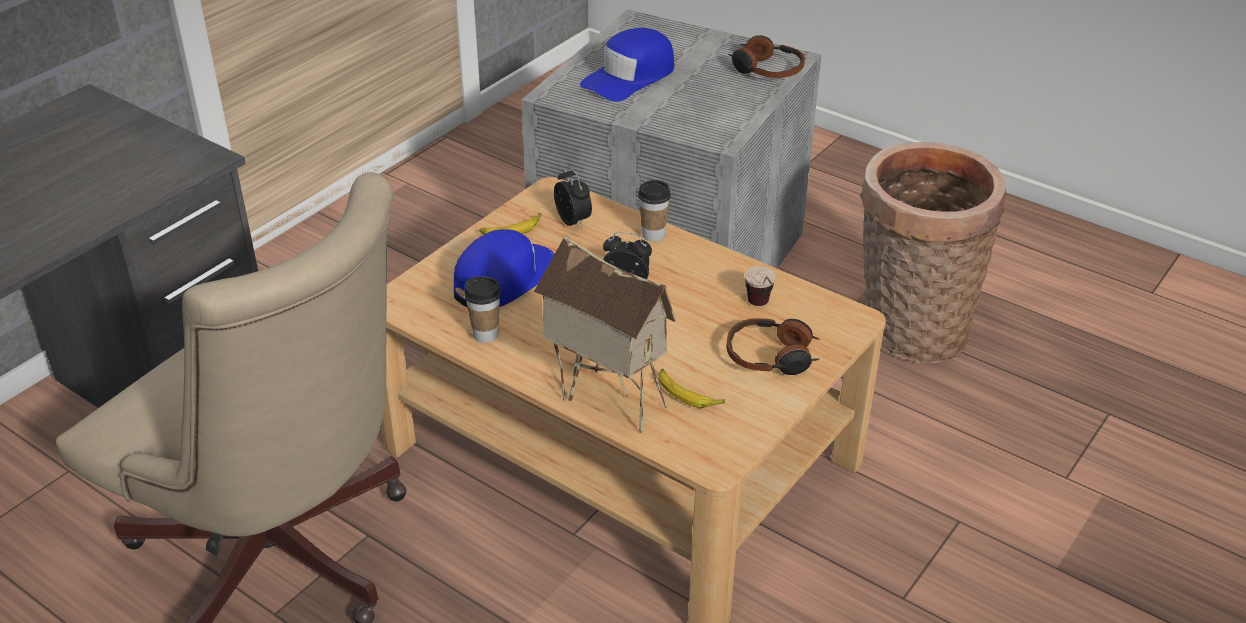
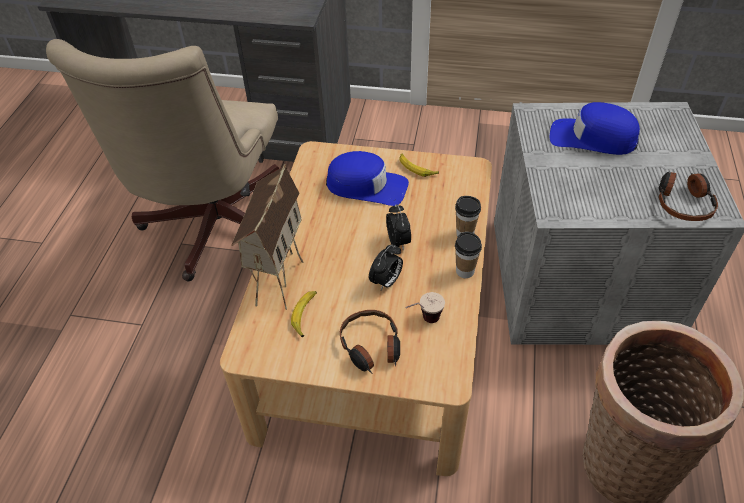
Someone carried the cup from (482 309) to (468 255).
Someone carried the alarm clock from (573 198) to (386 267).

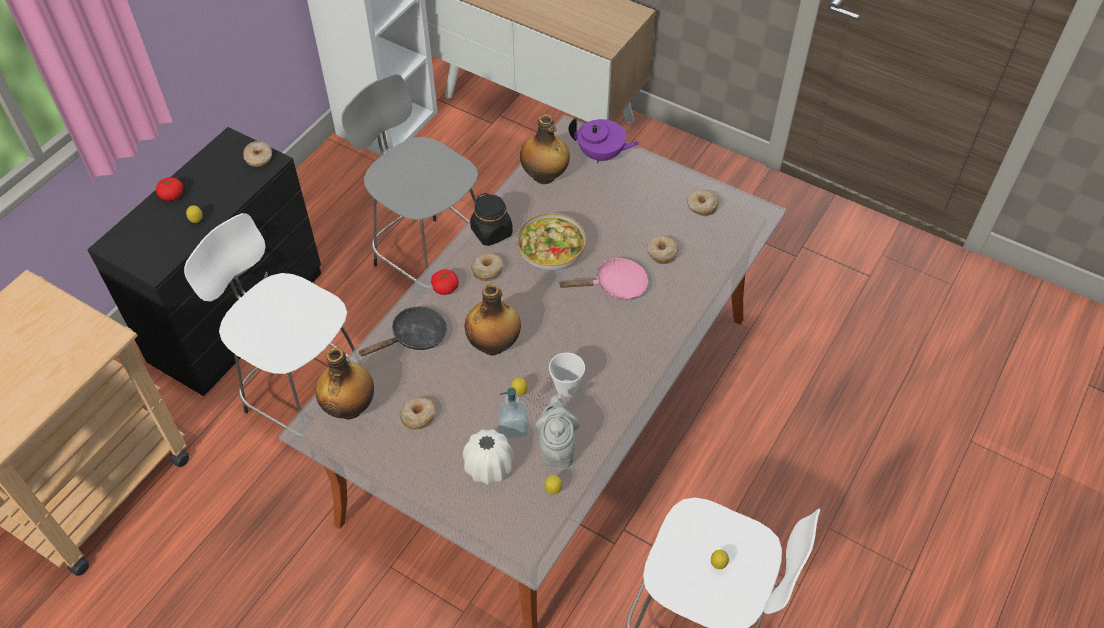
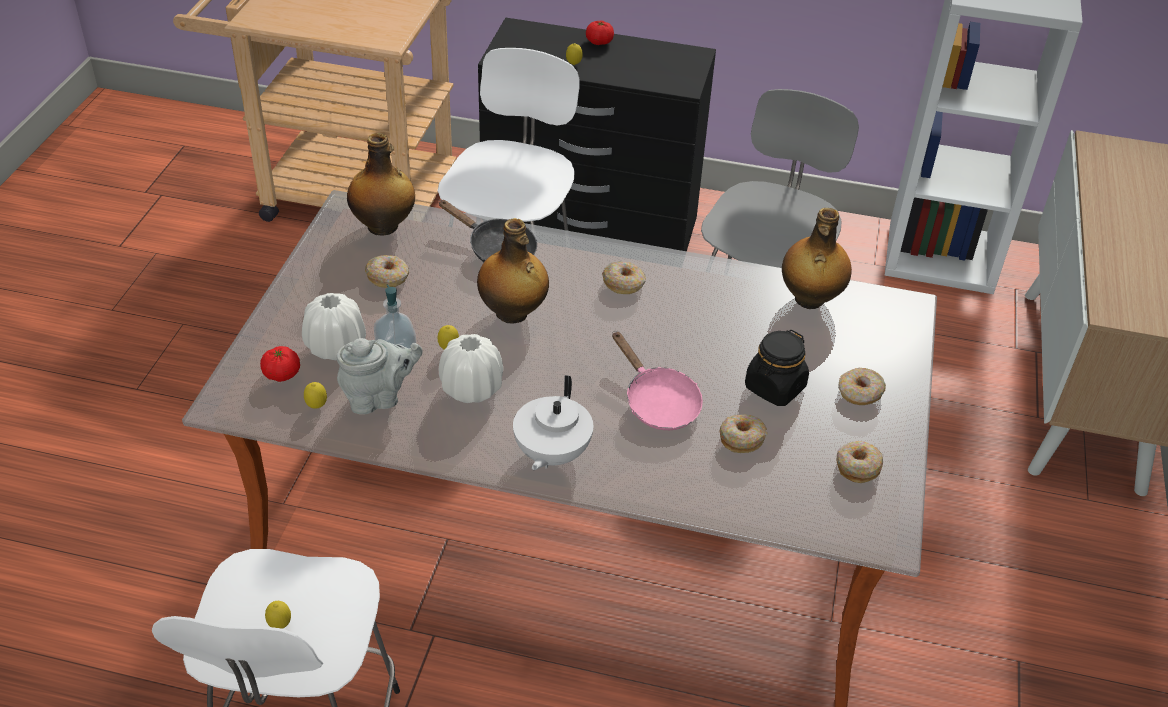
Someone took away the bowl at (551 242).
Someone took away the purple teapot at (604 140).
Someone put down the white teapot at (553 422).
Someone carried the donut from (257 154) to (862 386).
Someone carried the tomato from (445 282) to (280 364).
Someone carried the black jar from (491 219) to (777 368).
Someone swapped the cup at (567 375) for the white vase at (471 368).

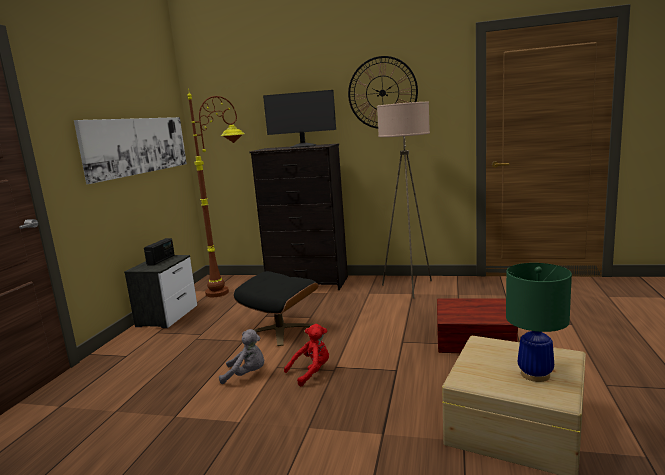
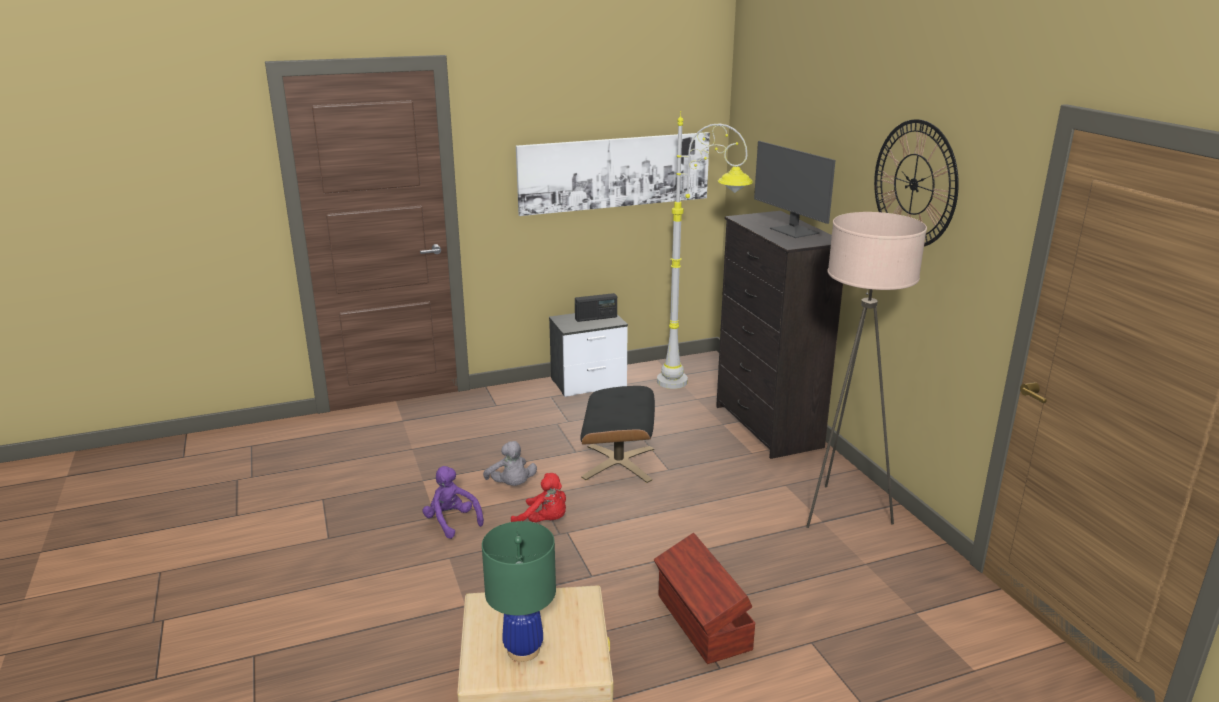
Someone put down the purple plush toy at (453 502).
Someone repainted the brown floor lamp at (215 193), which became the grey floor lamp at (705 250).

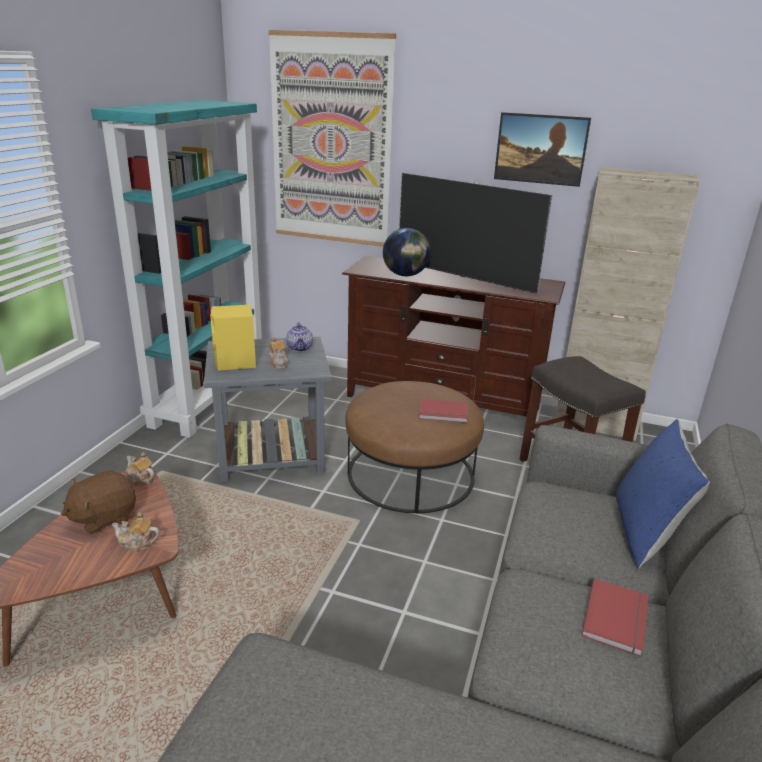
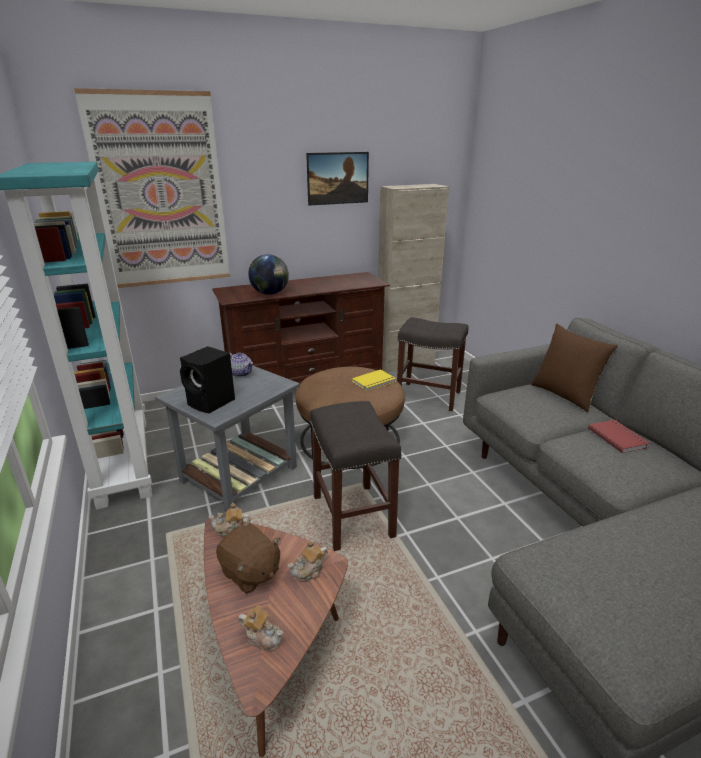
Someone took away the television at (476 233).
Someone put down the grey stool at (355 476).
Someone carried the teapot from (278 353) to (260 628).
Someone repainted the yellow speaker at (233 338), which became the black speaker at (207 380).
Someone repainted the red book at (443 411), which became the yellow book at (374 380).
Someone repainted the blue pillow at (663 494), which became the brown pillow at (574 368).
Someone rotated the brown plush toy at (98 502) by 60 degrees counterclockwise.

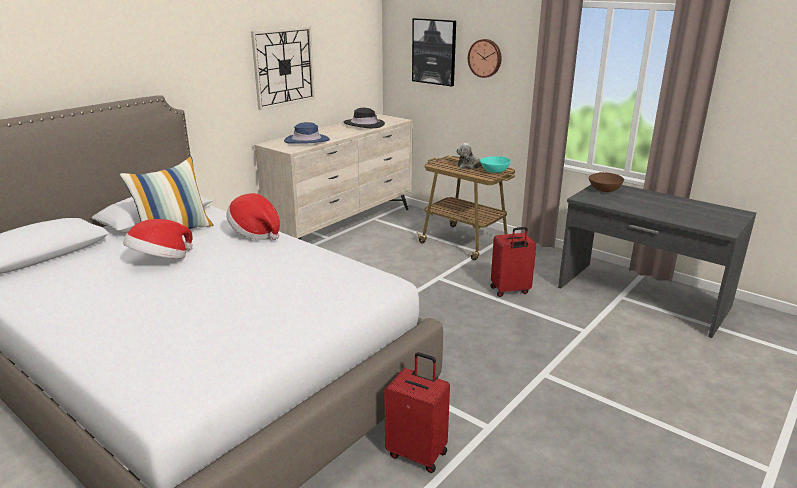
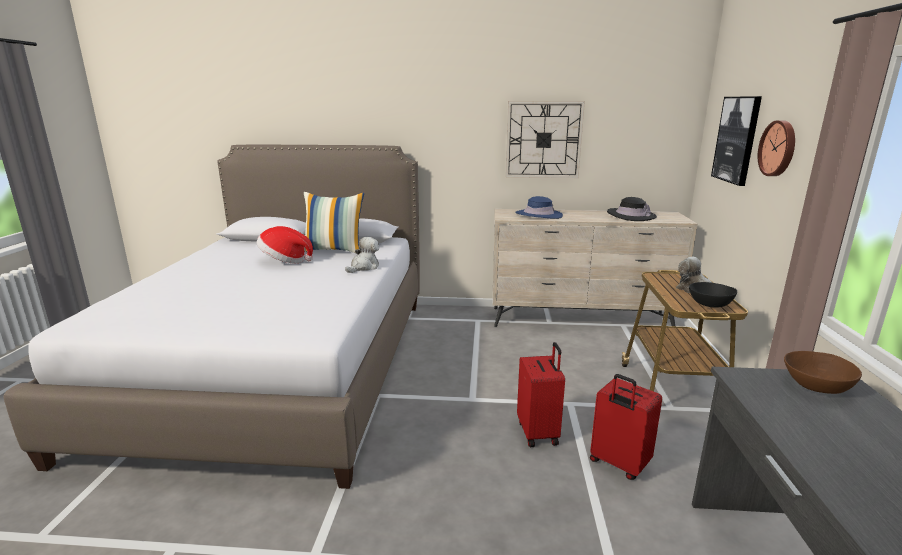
Someone carried the red suitcase from (417 412) to (541 394).
Someone swapped the hat at (253 216) for the plush toy at (362 255).
Someone repainted the turquoise bowl at (495 164), which became the black bowl at (713 295).

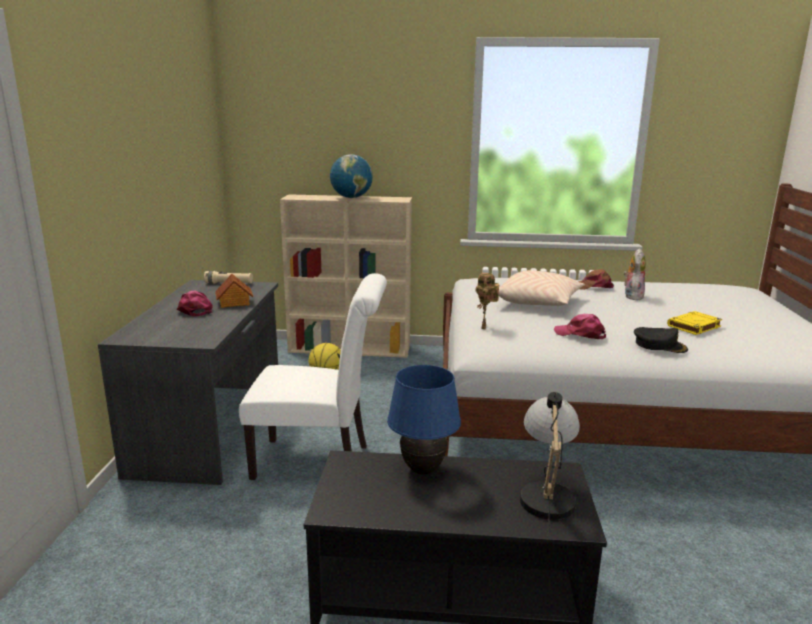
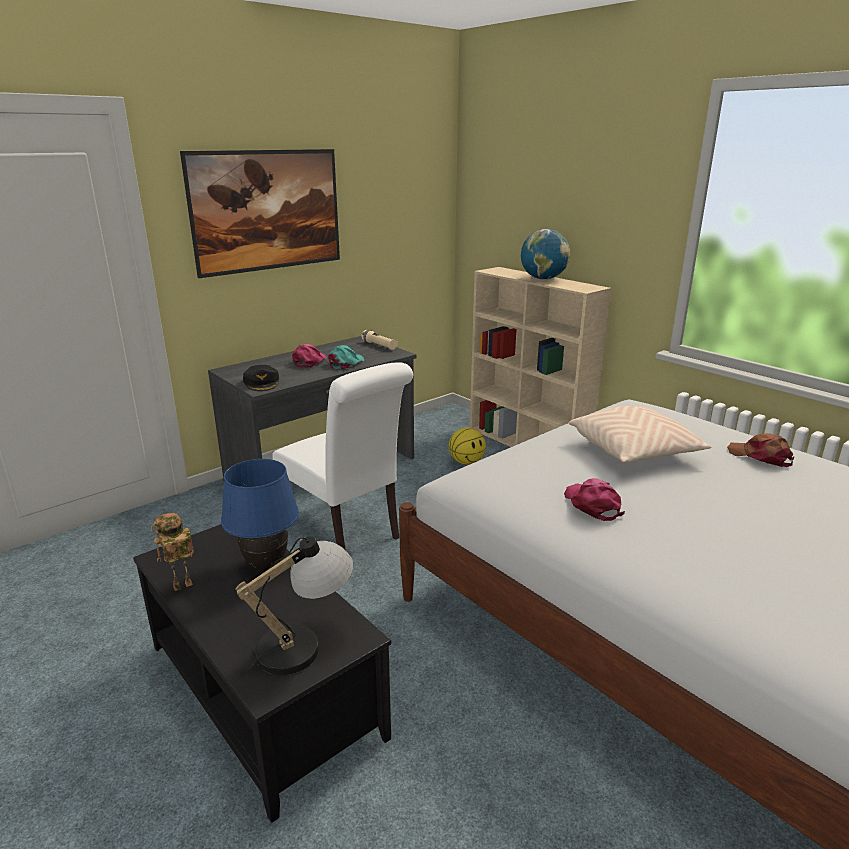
Someone took away the plush toy at (635 274).
Someone took away the yellow book at (694 323).
Someone put up the picture at (260 213).
Someone carried the toy robot from (488 301) to (172 552).
Someone carried the black cap from (661 340) to (261 378).
Someone swapped the toy house at (234 291) for the turquoise cap at (346 357).

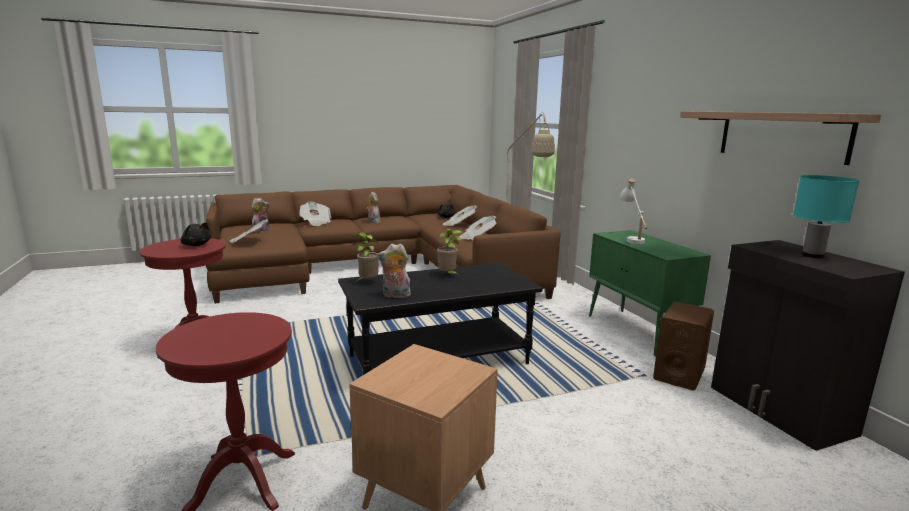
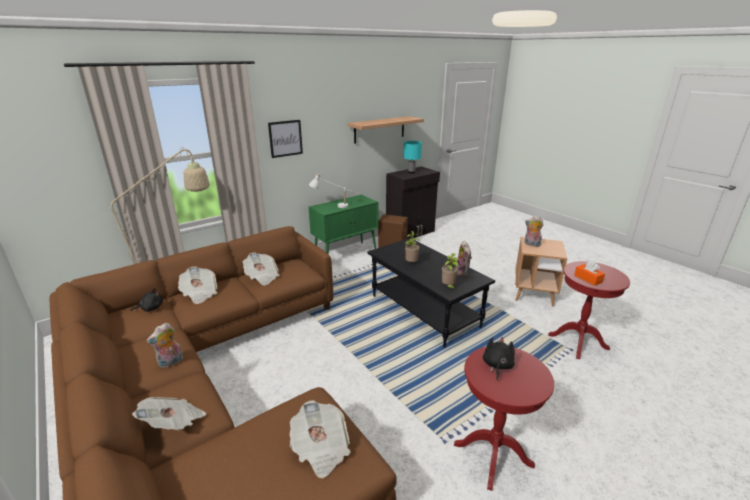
Someone put up the picture at (285 139).
Someone put down the orange tissue box at (589 273).
Someone carried the plush toy from (260 215) to (534 231).

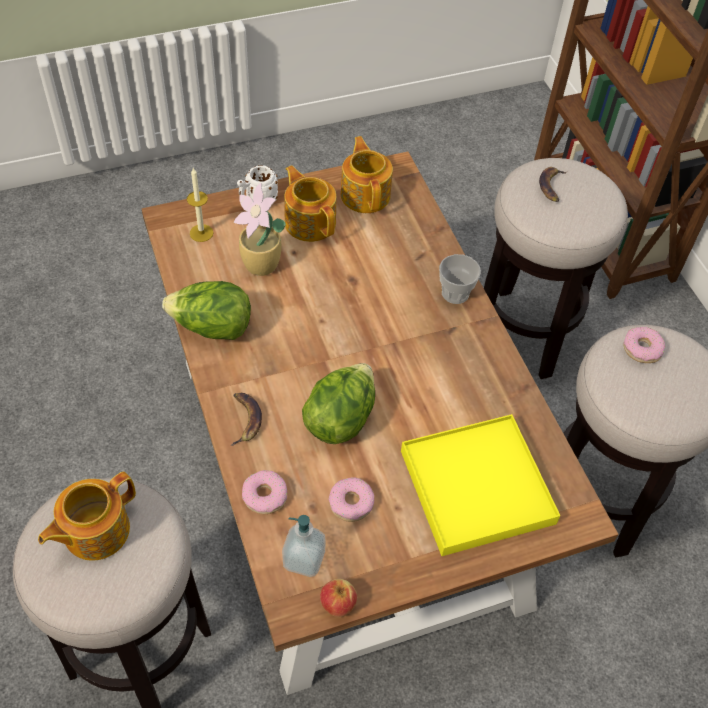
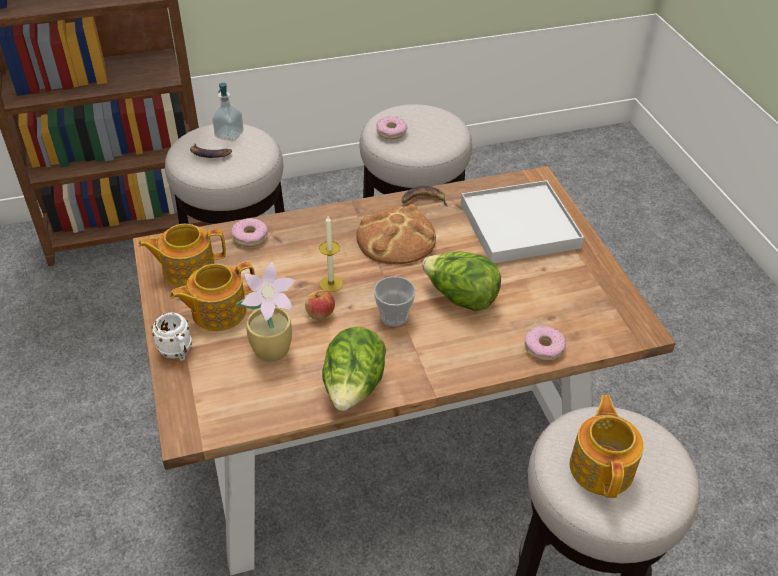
Someone put down the bread at (396 234).
Someone carried the candle from (200 205) to (331 254).
Someone carried the banana from (246 419) to (425 196).
Someone carried the soap dispenser from (304 546) to (227 112).
Someone carried the apple from (338 598) to (320 305).
Someone carried the donut from (351 499) to (249 232).
Someone carried the cup from (460 279) to (395 301).
Someone repainted the yellow tray at (480 485), which became the white tray at (522 221).
Someone rotated the teapot at (87 516) by 135 degrees counterclockwise.

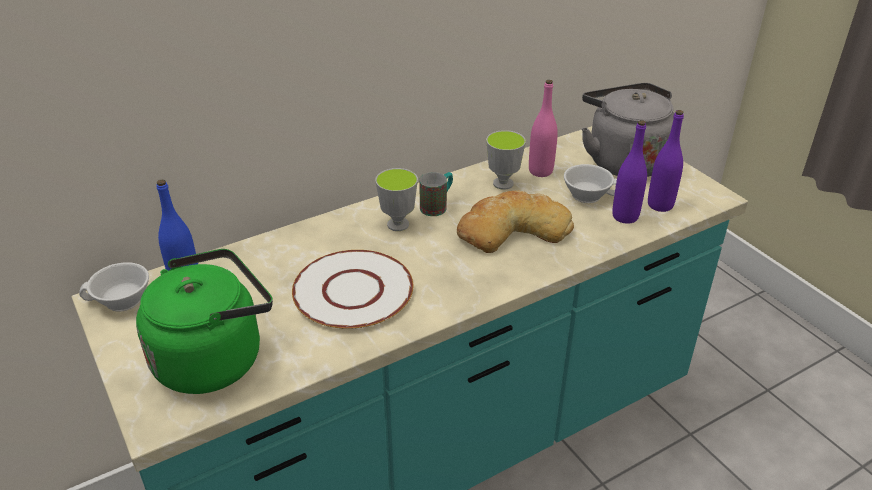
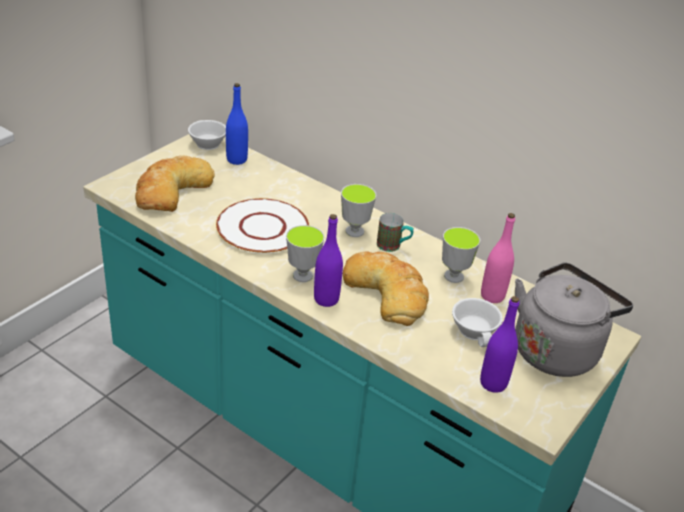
Someone put down the cup at (305 253).
Someone carried the purple bottle from (629 172) to (328 260).
Someone swapped the green kettle at (204 321) for the bread at (175 184).

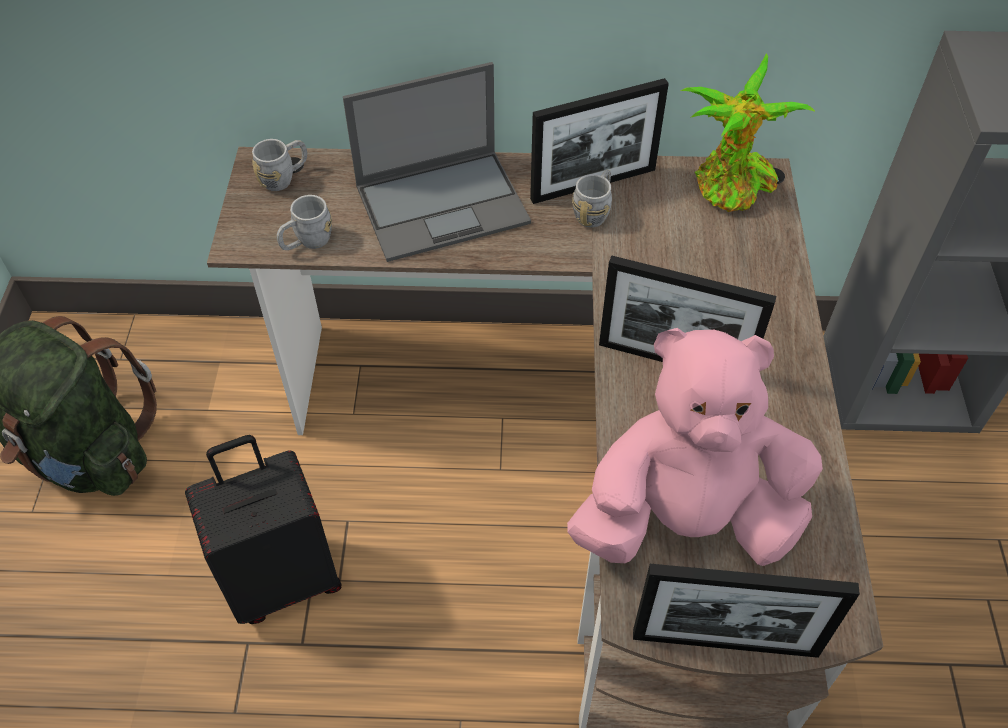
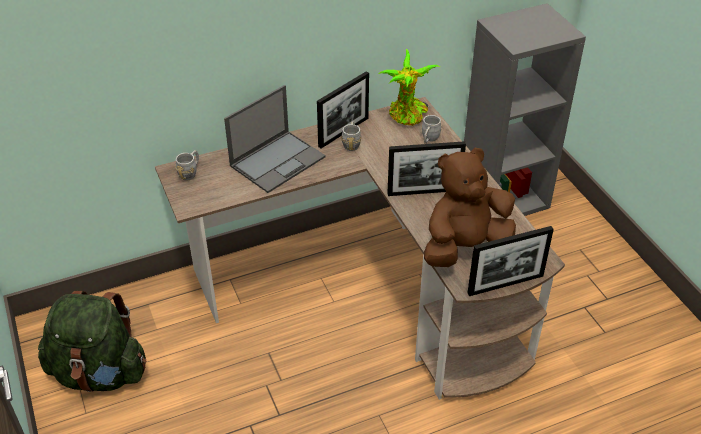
Someone took away the black suitcase at (263 529).
Someone carried the grey mug from (304 222) to (432 129).
Someone repainted the pink plush toy at (695 447), which became the brown plush toy at (470 207).

